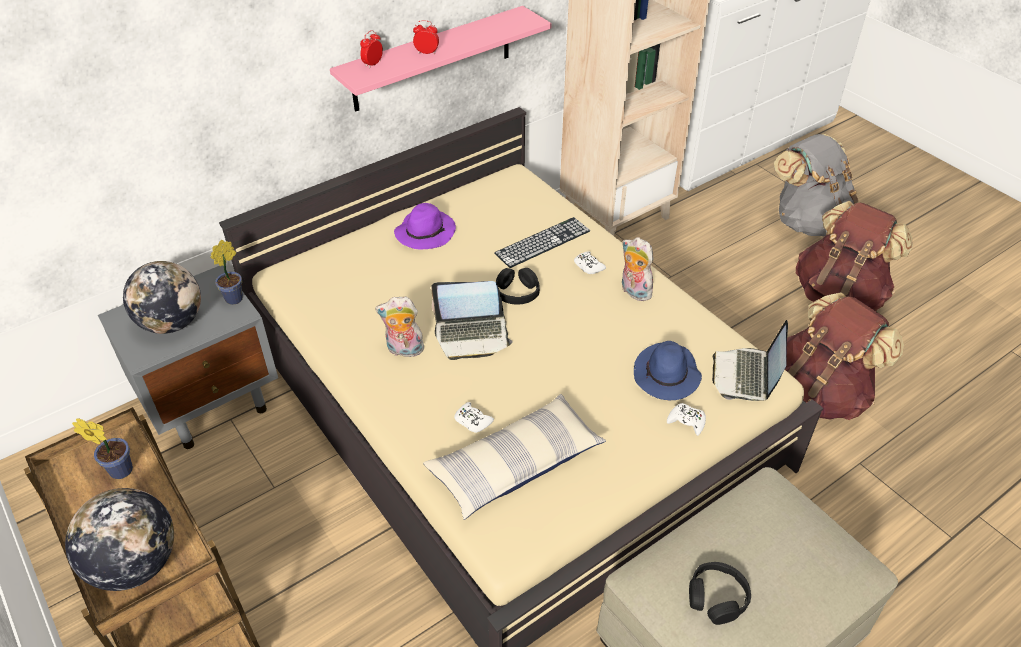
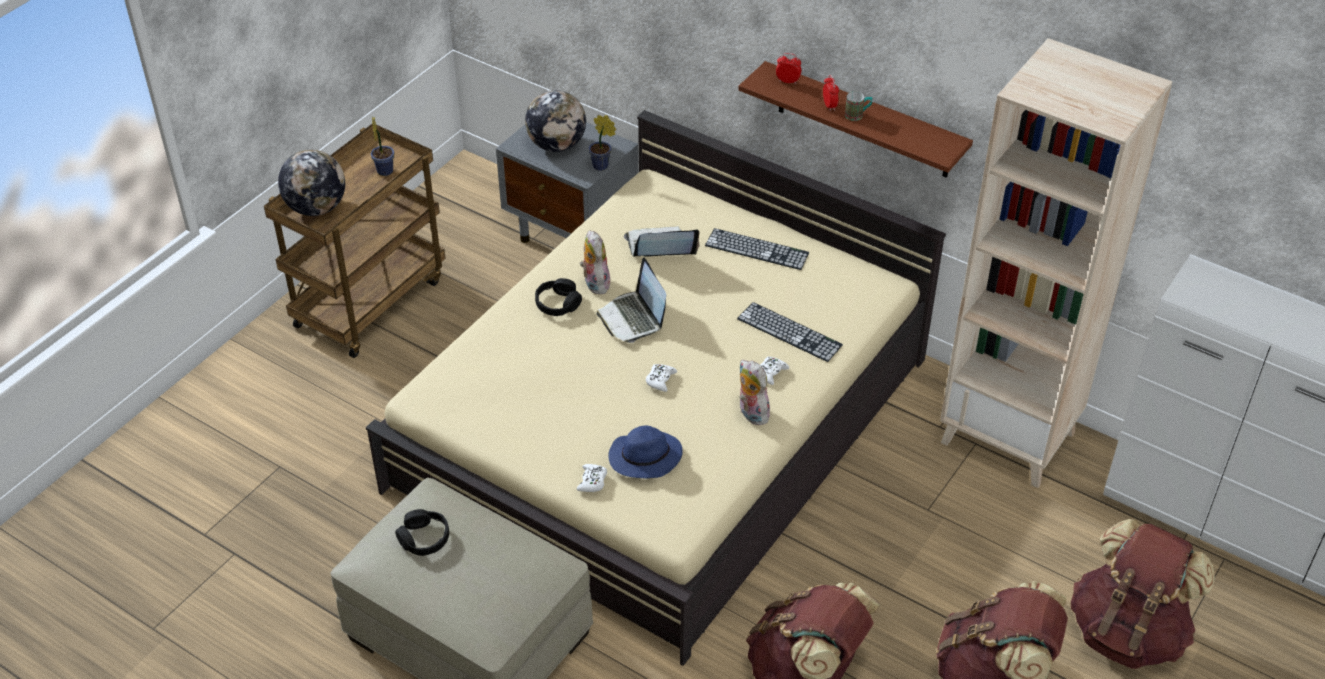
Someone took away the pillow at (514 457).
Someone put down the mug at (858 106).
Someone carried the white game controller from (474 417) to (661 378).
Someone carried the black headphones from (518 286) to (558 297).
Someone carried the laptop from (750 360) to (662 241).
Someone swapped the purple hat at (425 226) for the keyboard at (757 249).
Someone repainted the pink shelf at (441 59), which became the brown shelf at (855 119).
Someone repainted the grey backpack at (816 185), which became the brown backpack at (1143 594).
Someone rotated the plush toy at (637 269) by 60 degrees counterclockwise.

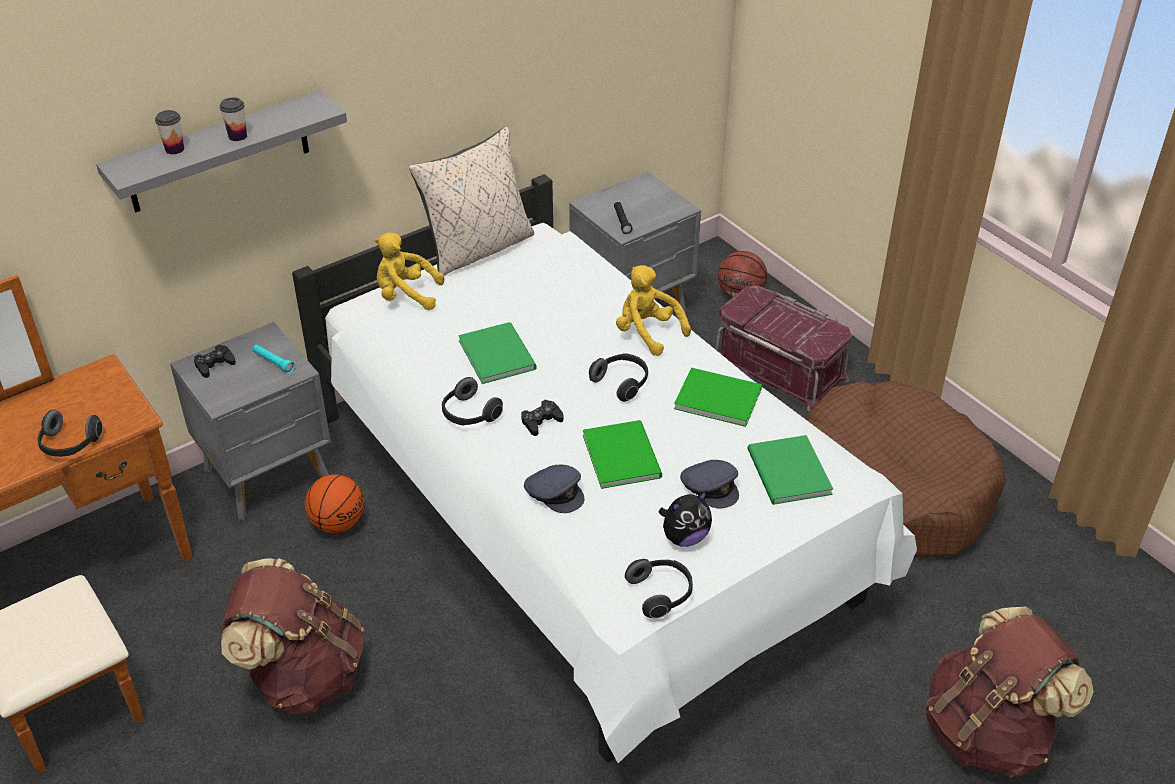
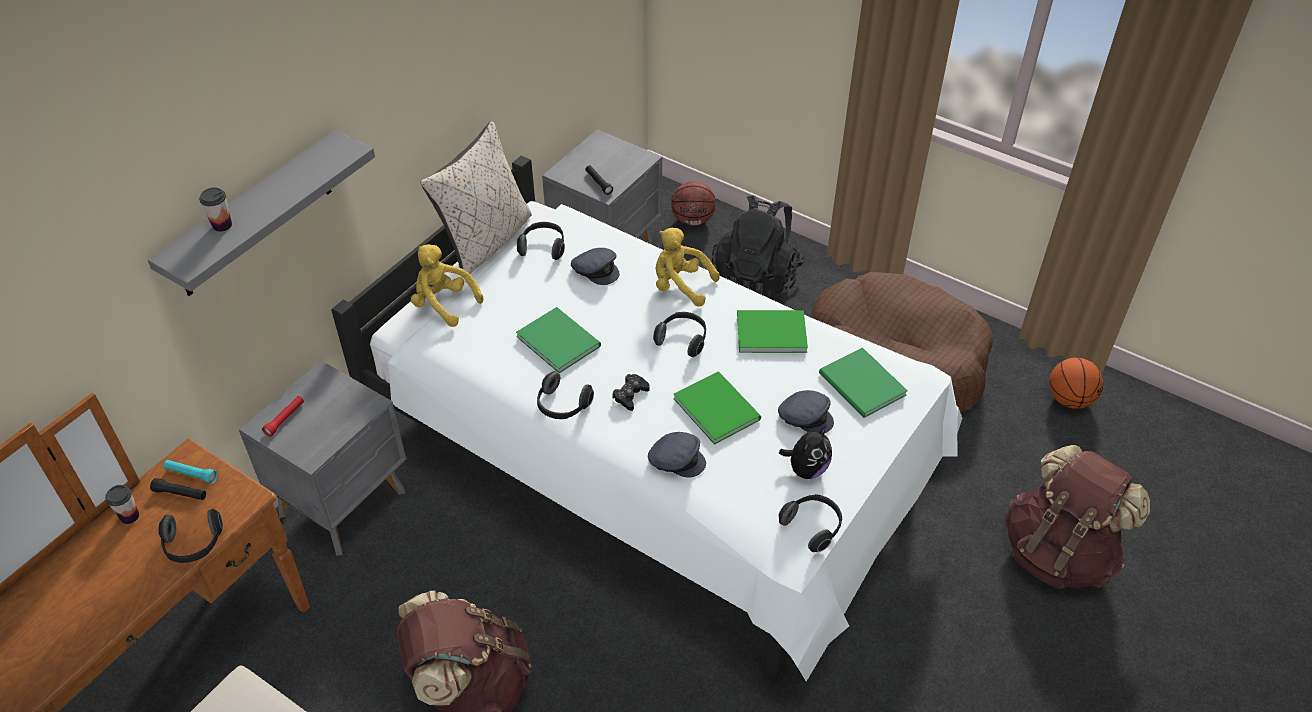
Someone put down the black flashlight at (178 489).
Someone put down the headphones at (541 241).
Someone put down the grey cap at (595 266).
Someone carried the cup from (233 119) to (122 504).
Someone carried the turquoise flashlight from (273 358) to (190 471).
Someone carried the basketball from (334 503) to (1076 383).
Someone swapped the black game controller at (215 361) for the red flashlight at (283 416).
Someone swapped the red storage box at (784 349) for the black backpack at (758 247).
Someone rotated the yellow plush toy at (409 271) by 45 degrees clockwise.

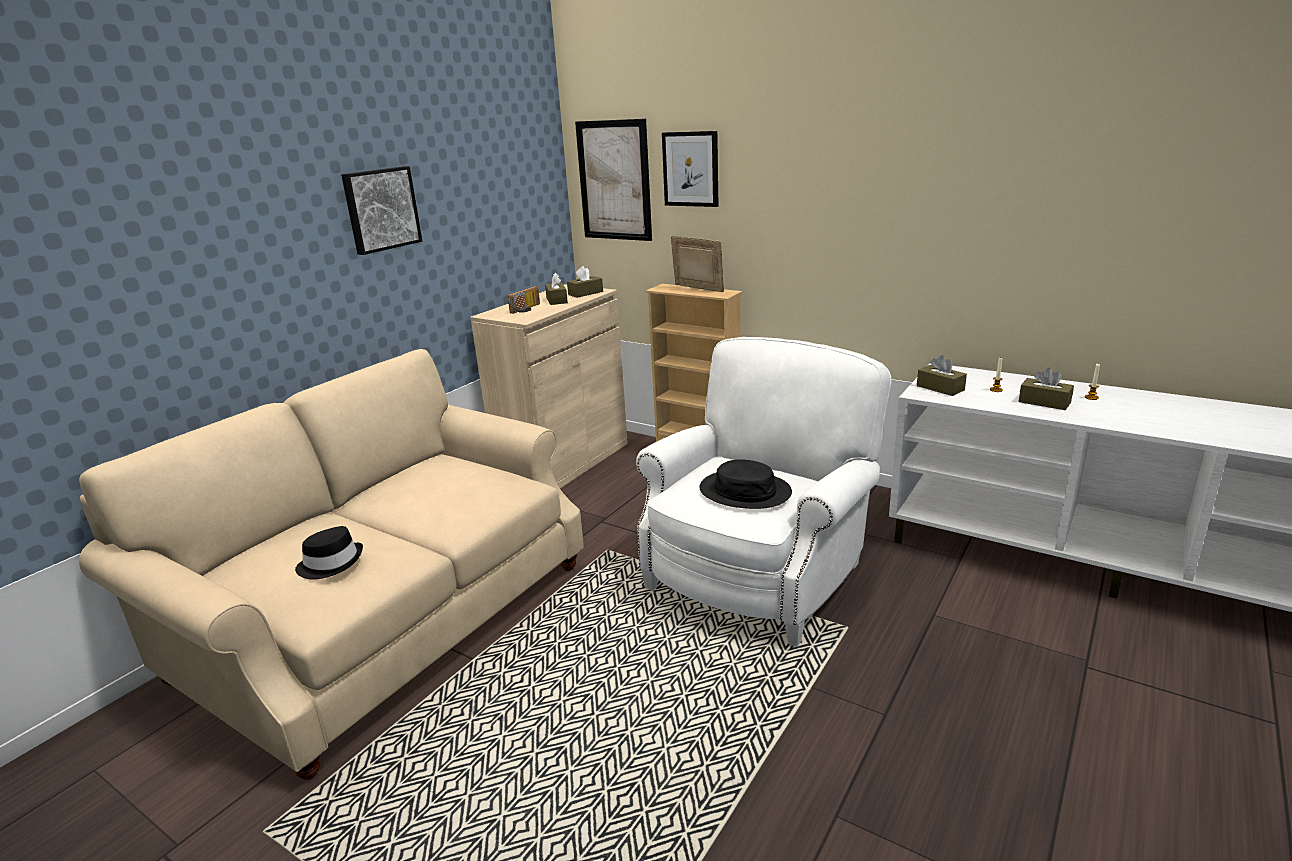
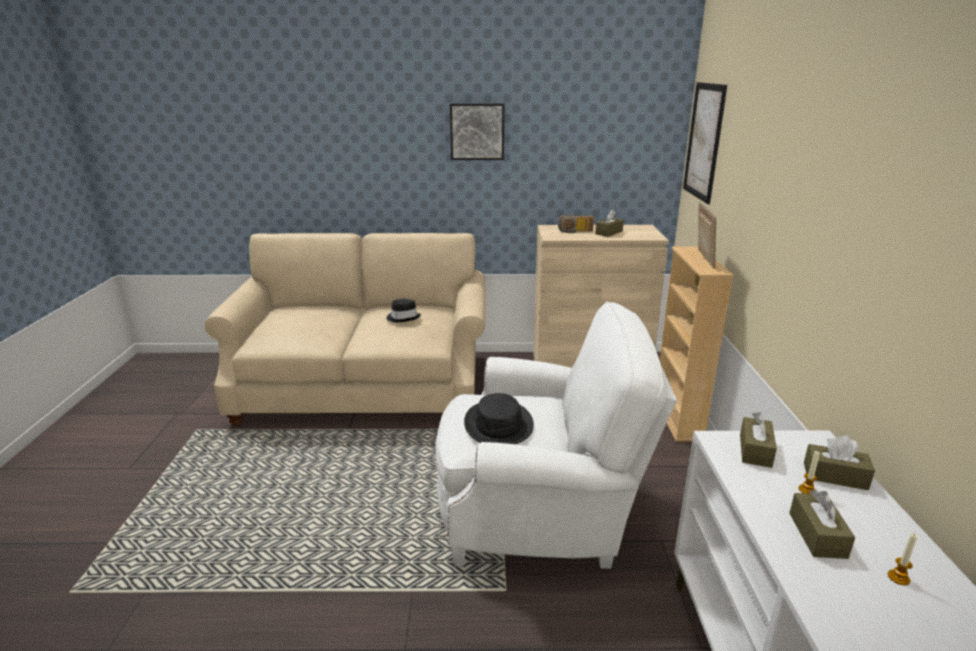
Someone took away the picture at (690 169).
Someone carried the black hat from (329 553) to (404 310).
Someone carried the brown tissue box from (585 282) to (839 463).

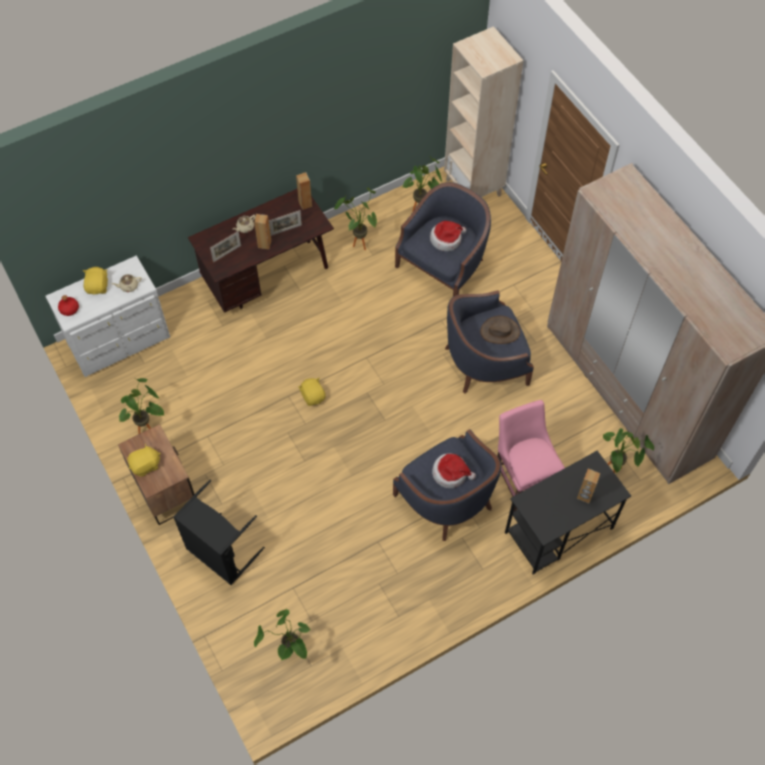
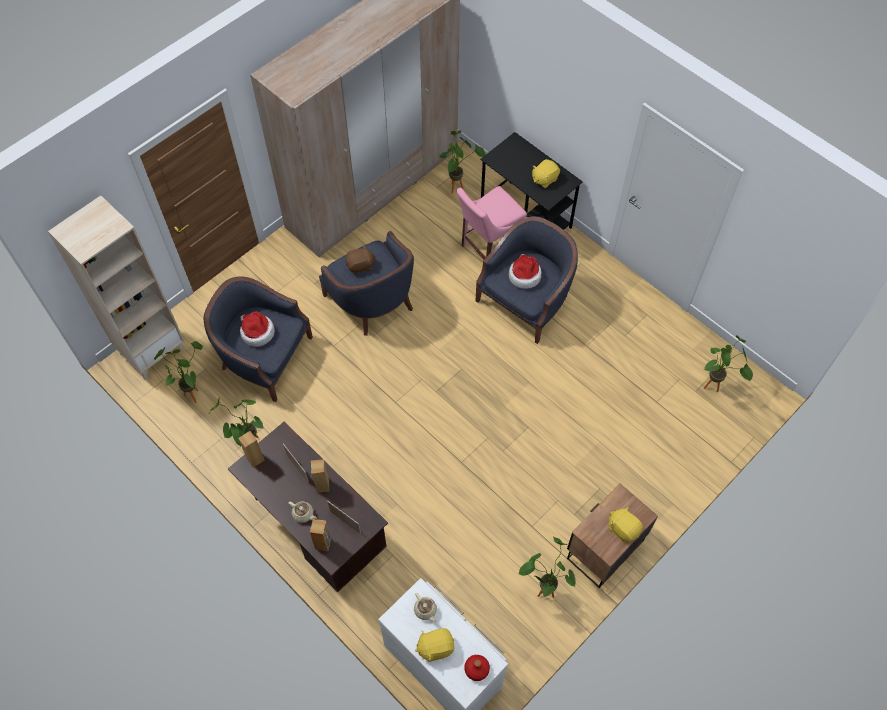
Someone took away the black laundry basket at (219 532).
Someone carried the yellow plush toy from (312 392) to (546 173).
Someone carried the brown speaker from (588 486) to (320 535).
Someone swapped the brown hat at (500 330) for the brown plush toy at (361 260).

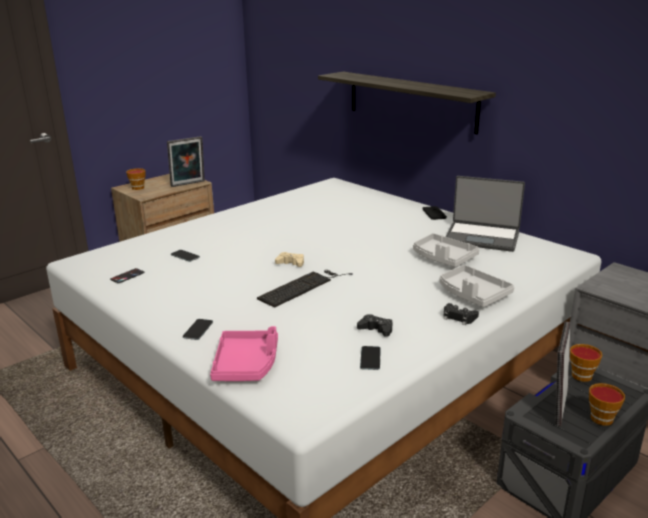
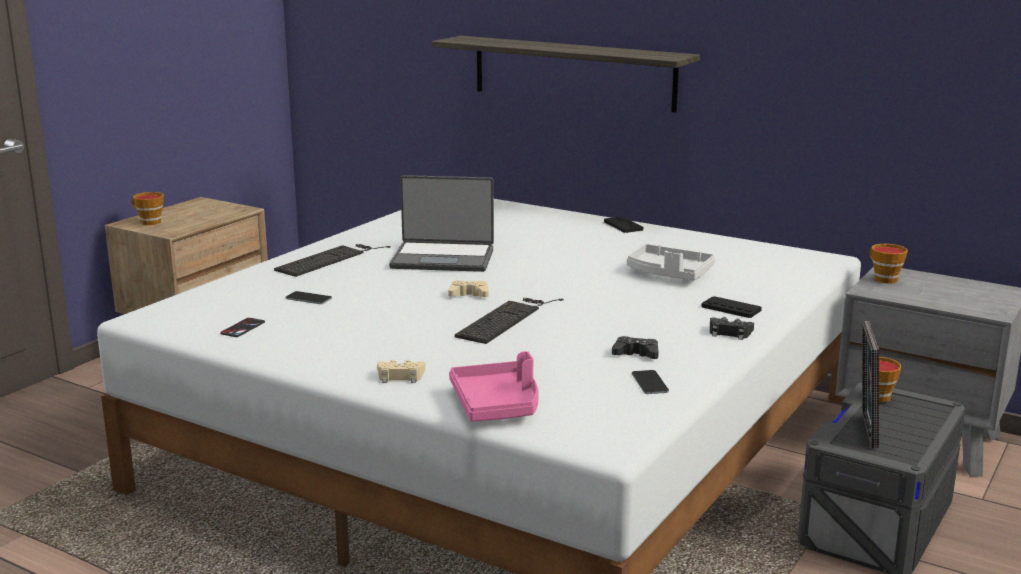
Someone took away the picture frame at (186 161).
Someone put down the keyboard at (332 260).
Someone carried the laptop from (485 214) to (441 223).
Someone carried the cup from (607 404) to (888 263).
Someone swapped the phone at (198 329) for the beige game controller at (401 371).
Someone swapped the grey tray at (476 286) for the black game controller at (731 307).

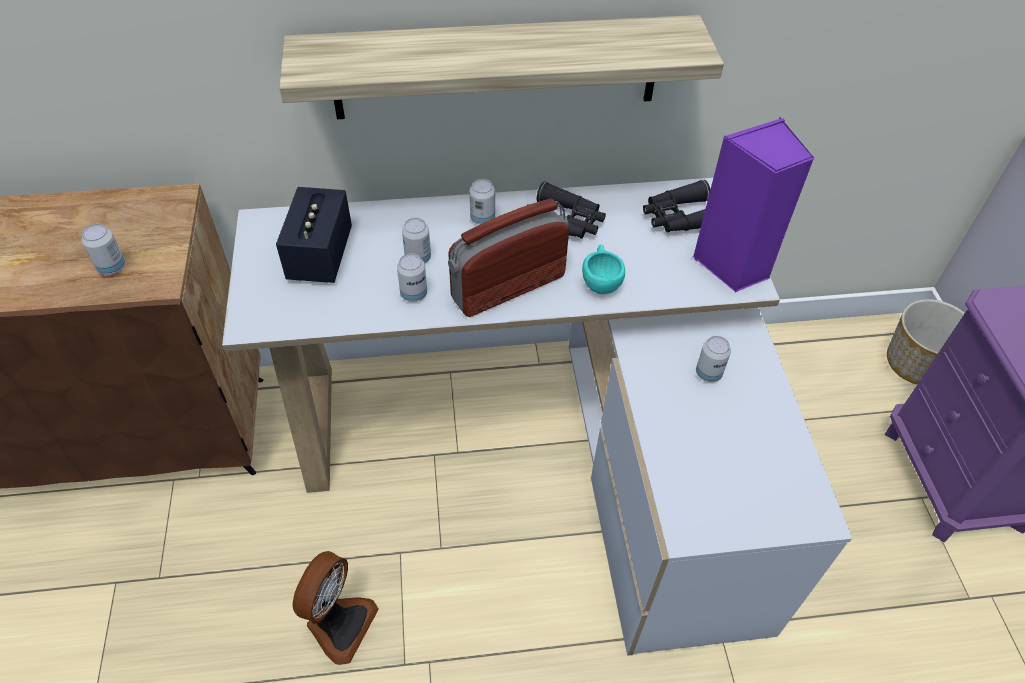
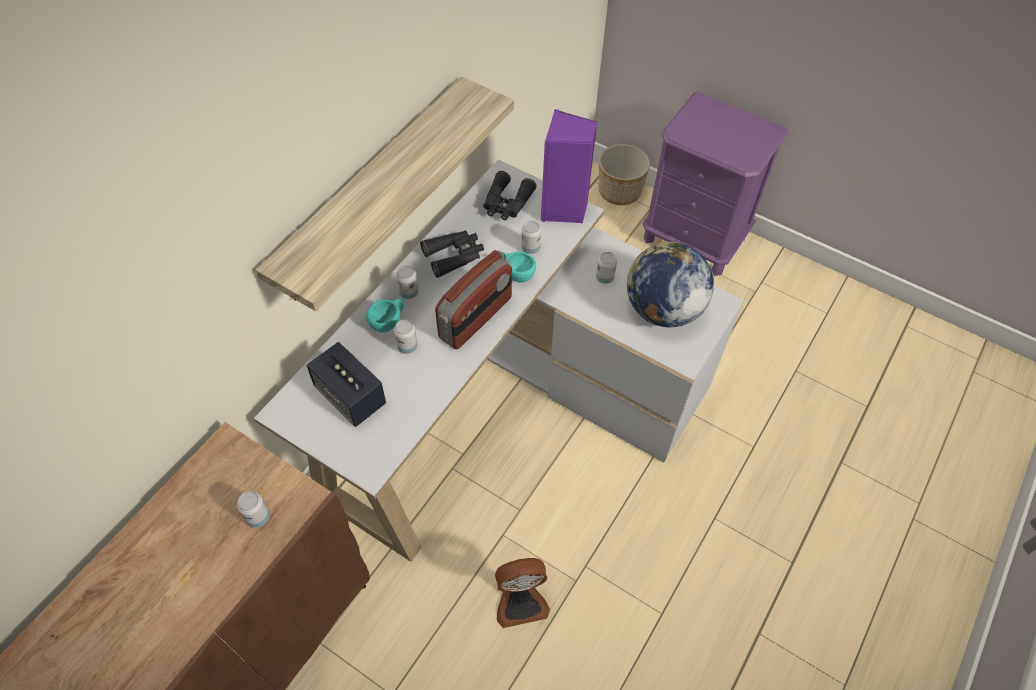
Someone put down the turquoise cup at (384 315).
Someone put down the globe at (670 284).
Someone carried the can from (412 277) to (531 237).
Someone rotated the fan at (335 608) by 105 degrees clockwise.
Someone rotated the radio at (508 258) by 150 degrees counterclockwise.

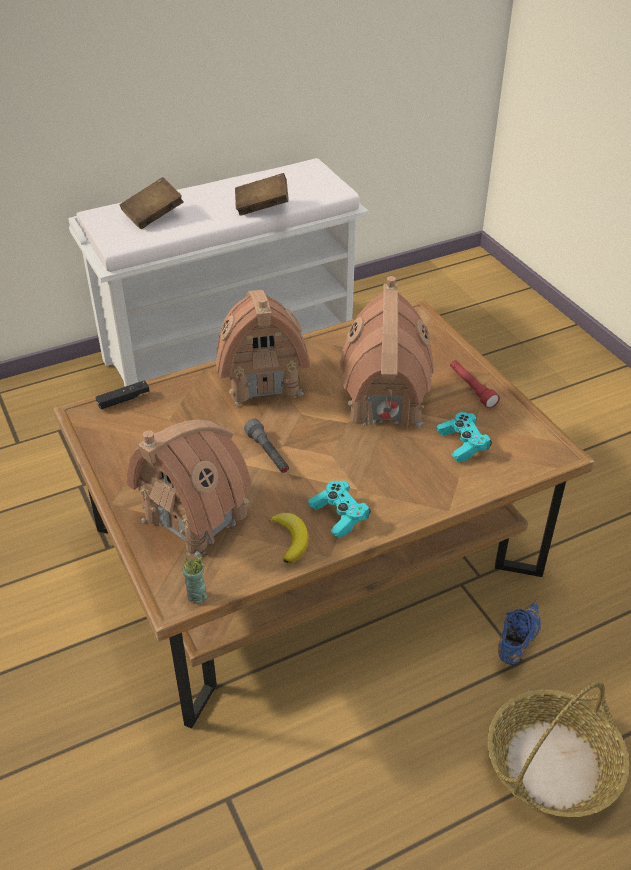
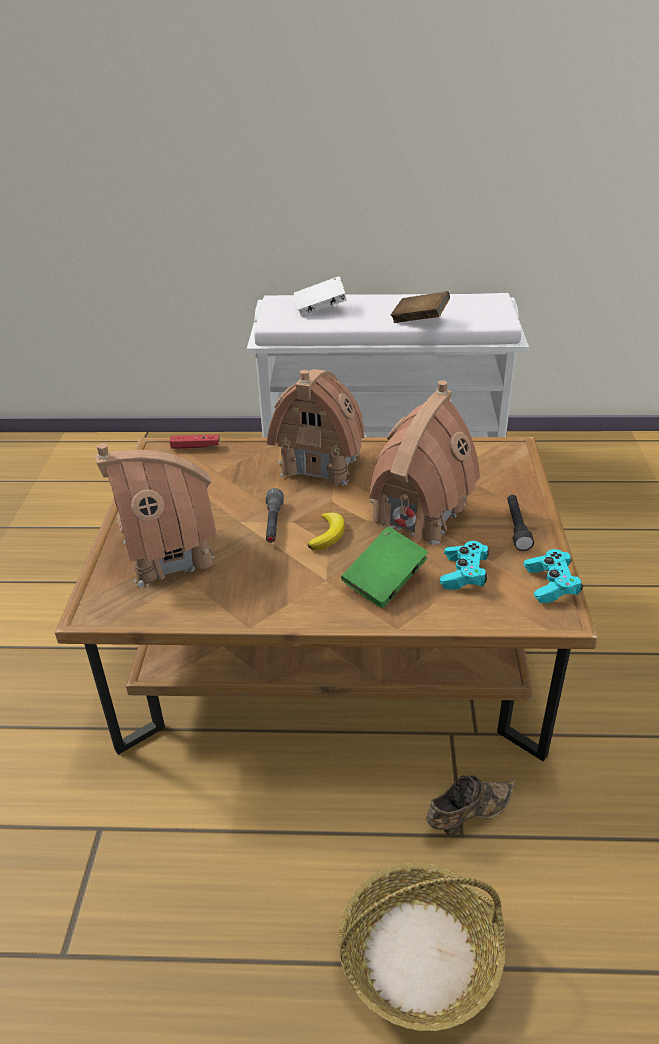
Someone took away the cup at (195 580).
Someone put down the green book at (384 567).
Someone carried the banana from (289 538) to (326 532).
Someone carried the turquoise game controller from (339 509) to (553 576).
Someone repainted the black game controller at (122 395), which became the red game controller at (194 441).
Someone repainted the brown book at (152 203), which became the white book at (320 296).
Someone repainted the red flashlight at (475 384), which became the black flashlight at (520 523).
Someone repainted the blue shoe at (519 632), which became the brown shoe at (471 805).

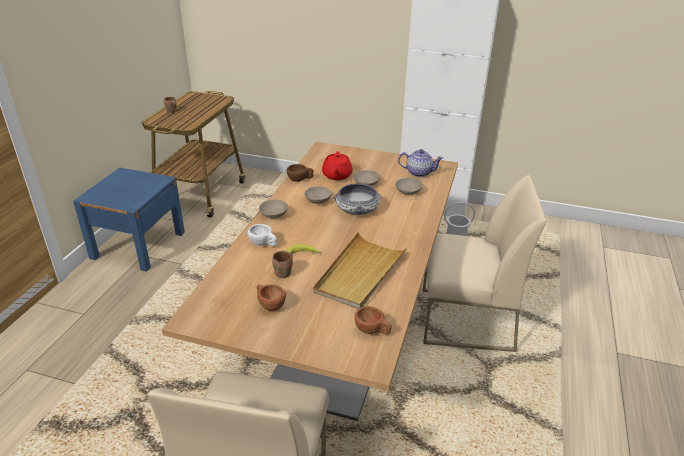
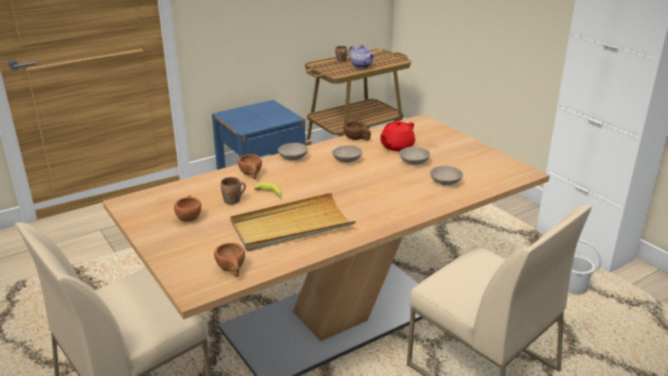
Someone took away the bowl at (358 199).
Someone carried the teapot from (420 163) to (362 56).
Someone repainted the white cup at (262 235), which became the brown cup at (250 166).

